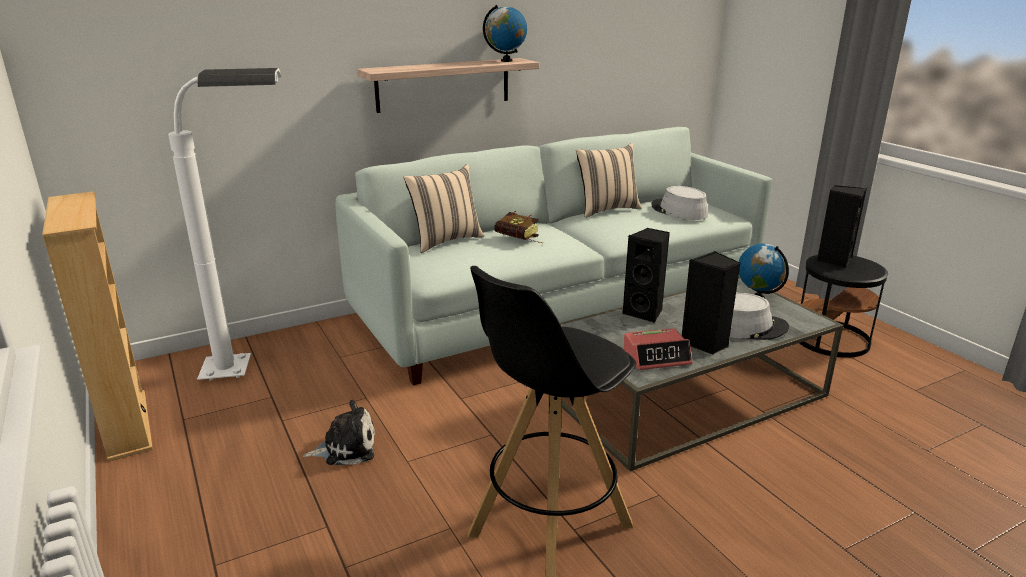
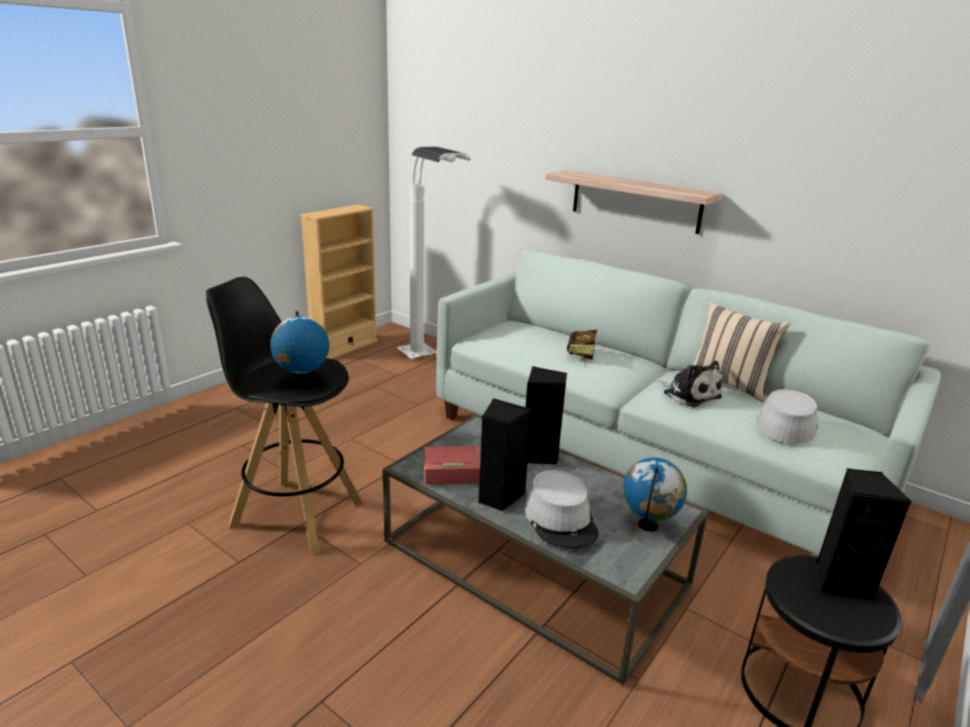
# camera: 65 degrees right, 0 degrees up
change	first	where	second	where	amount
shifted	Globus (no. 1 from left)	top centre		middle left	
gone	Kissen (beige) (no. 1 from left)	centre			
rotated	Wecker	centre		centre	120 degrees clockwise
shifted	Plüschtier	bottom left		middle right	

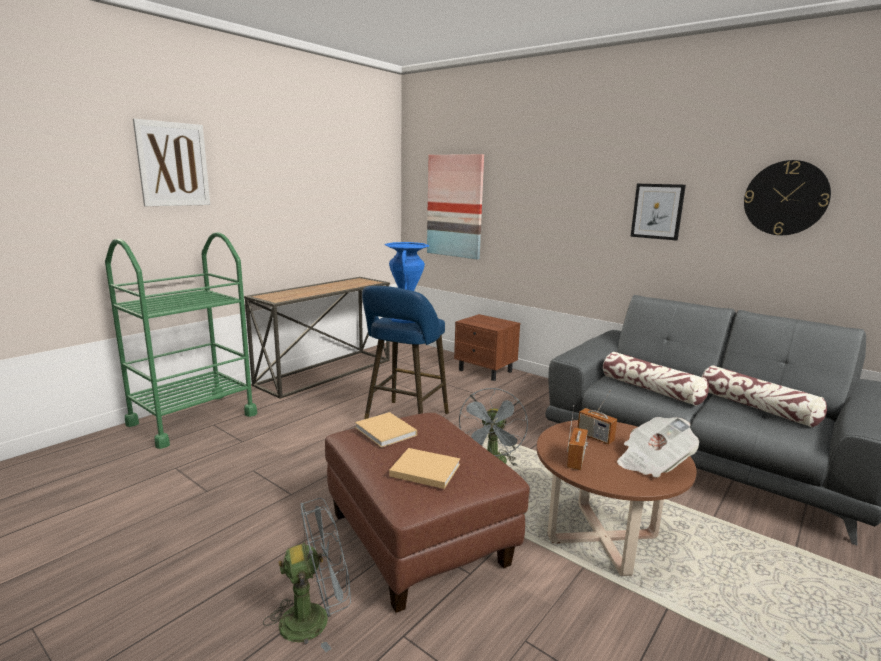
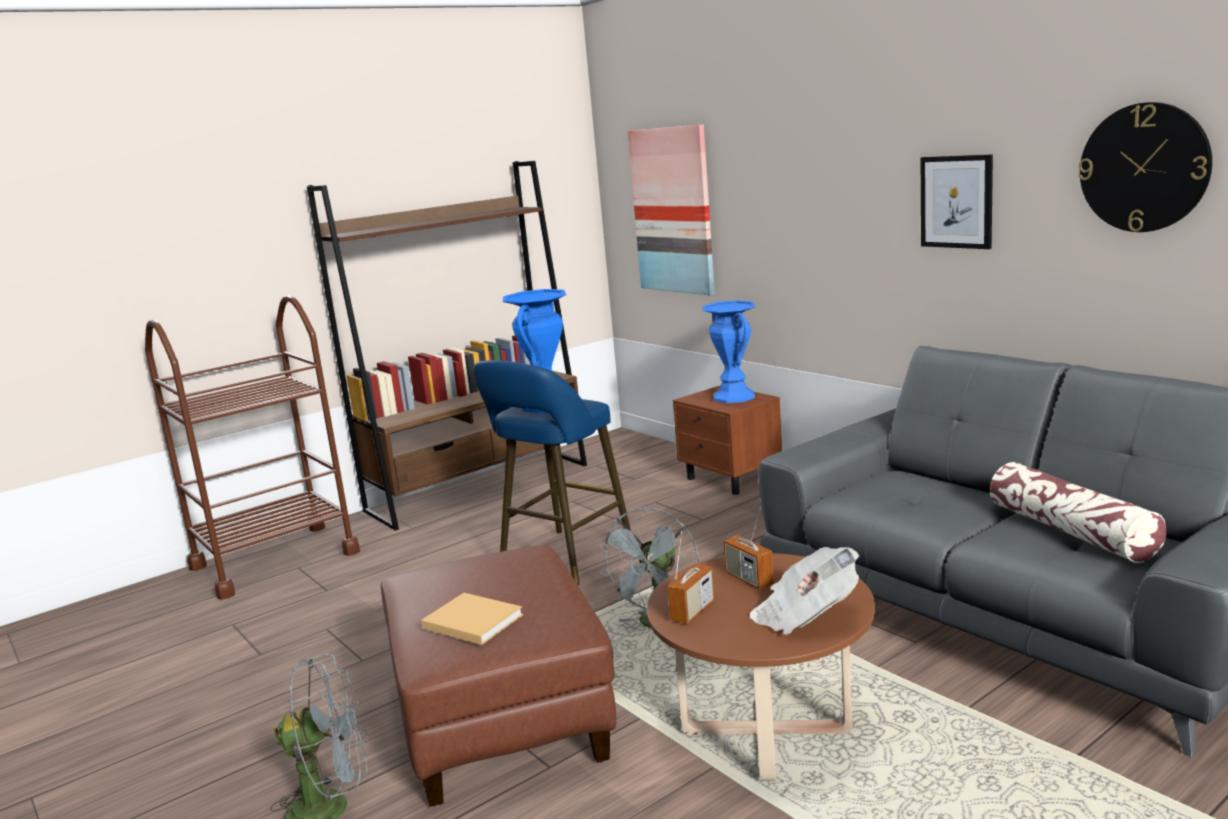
# camera: 15 degrees right, 0 degrees up
change	first	where	second	where	amount
gone	Bild (no. 1 from left)	top left			
repainted	Rollwagen (grün)	middle left	Rollwagen (braun)	middle left	
swapped	Konsolentisch	centre	Bücherregal (braun)	centre	
gone	Kissen (no. 1 from left)	middle right			
gone	Buch (beige) (no. 1 from left)	centre			
new			Vase (blau) (no. 2 from left)	centre	

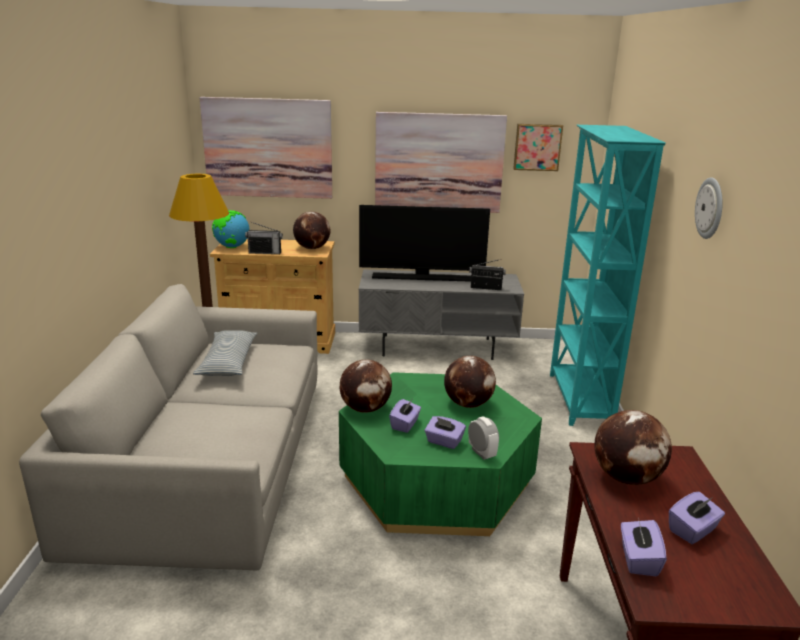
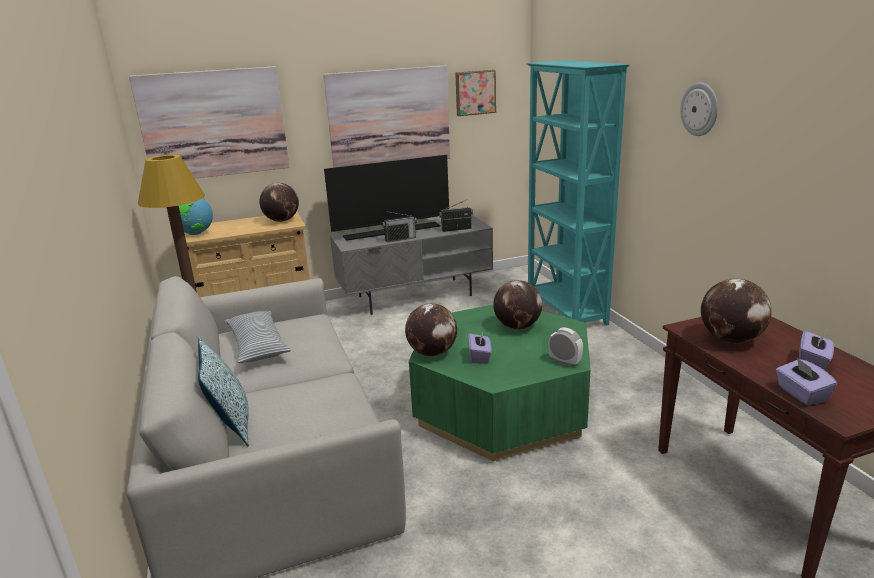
# camera: 20 degrees left, 0 degrees up
change	first	where	second	where	amount
shifted	Radio (no. 1 from left)	middle left		centre	
gone	Taschentuchbox (lila) (no. 2 from left)	bottom centre			
new			Kissen (no. 1 from left)	bottom left	

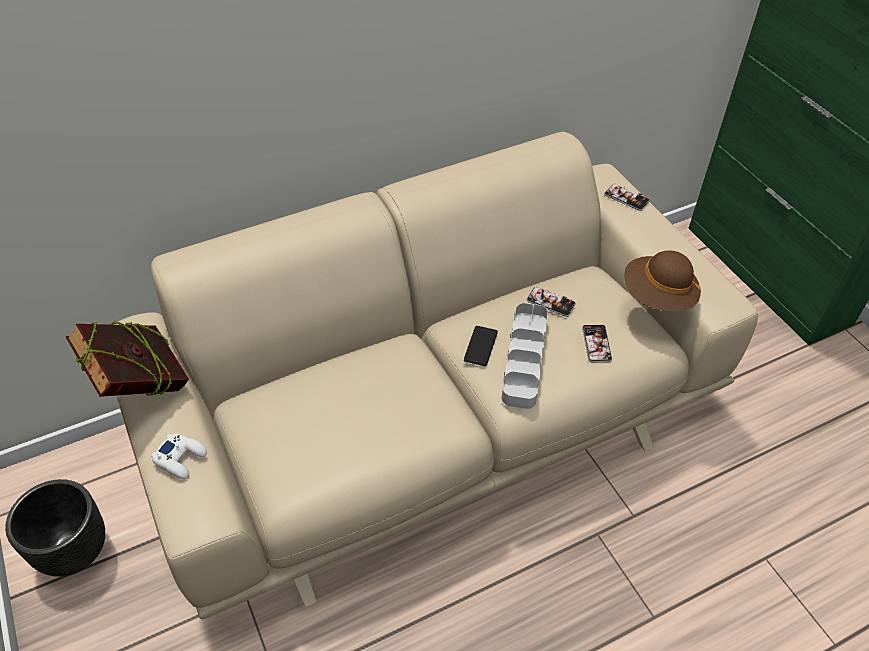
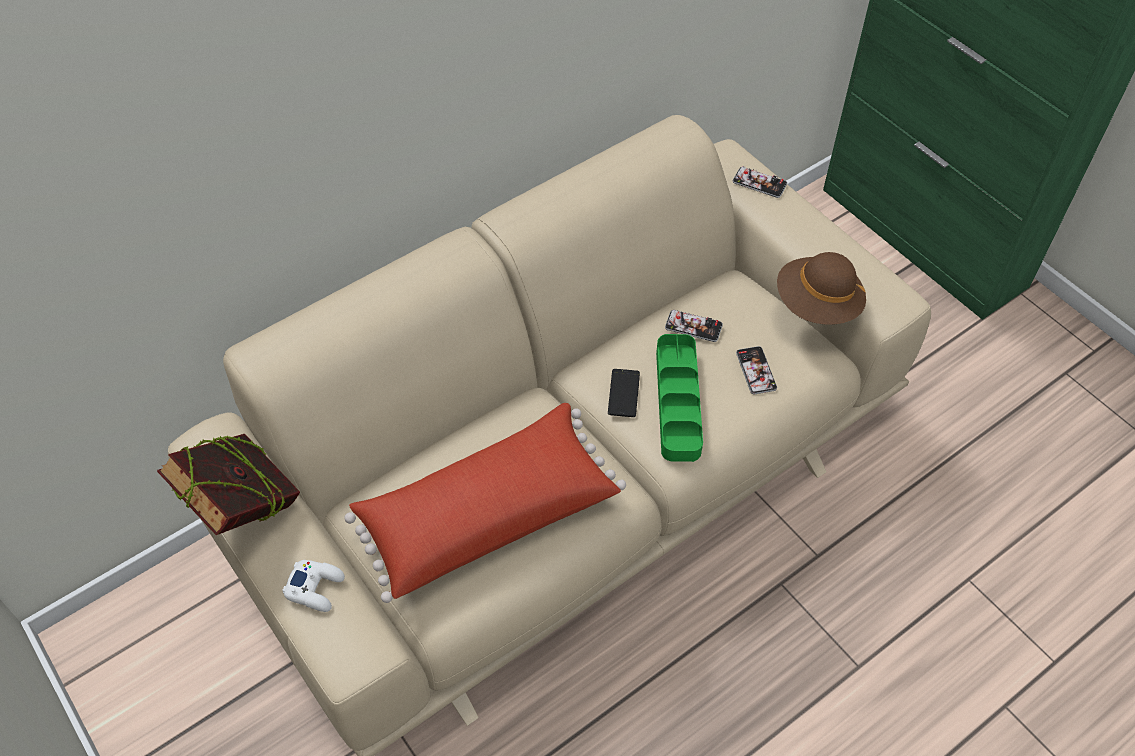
# camera: 10 degrees left, 5 degrees up
change	first	where	second	where	amount
repainted	Tablett (grau)	centre	Tablett (grün)	centre	
gone	Pflanzkübel (schwarz)	bottom left			
new			Kissen (rot)	centre	

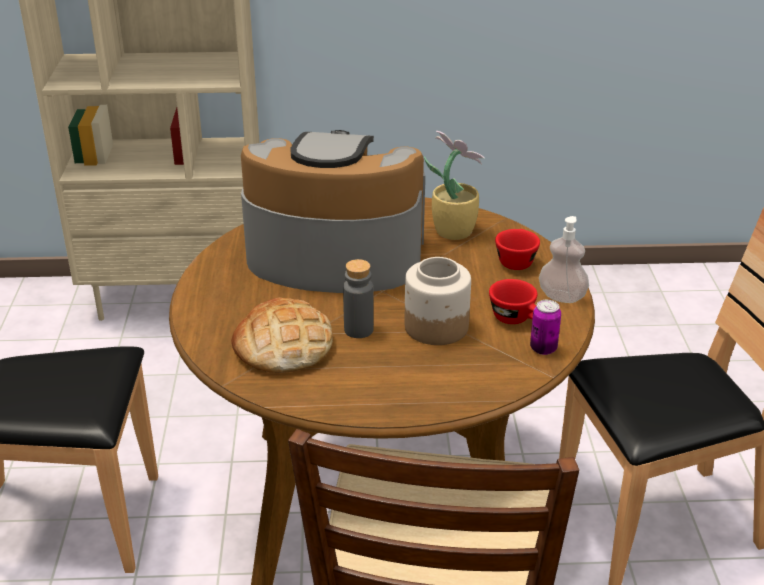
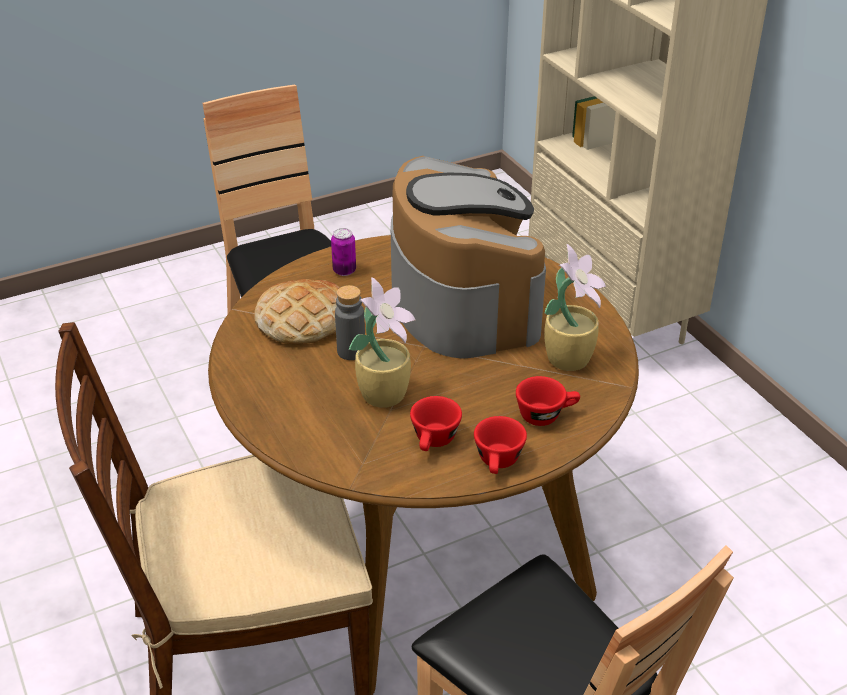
# camera: 65 degrees right, 5 degrees up
change	first	where	second	where	amount
swapped	Seifenspender	middle right	Tasse (rot) (no. 2 from left)	centre	
swapped	Vorratsglas	centre	Topfpflanze (no. 1 from left)	centre	
shifted	Dose	middle right		centre	

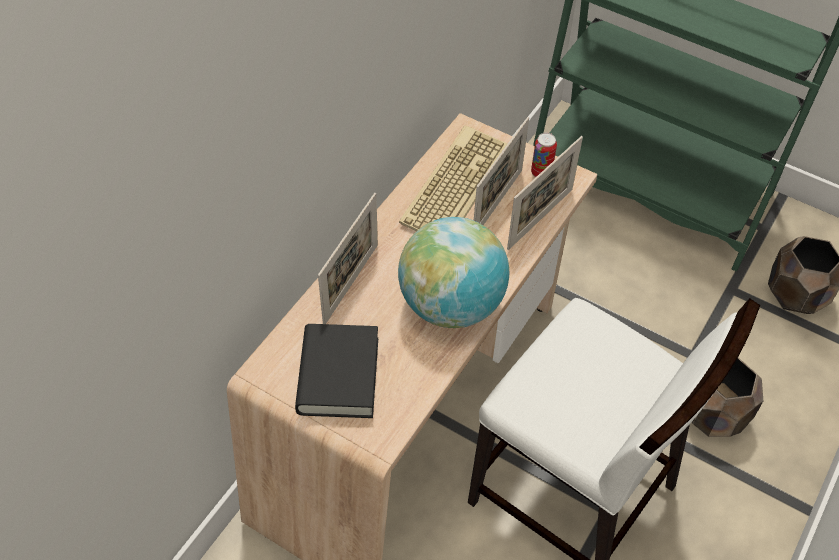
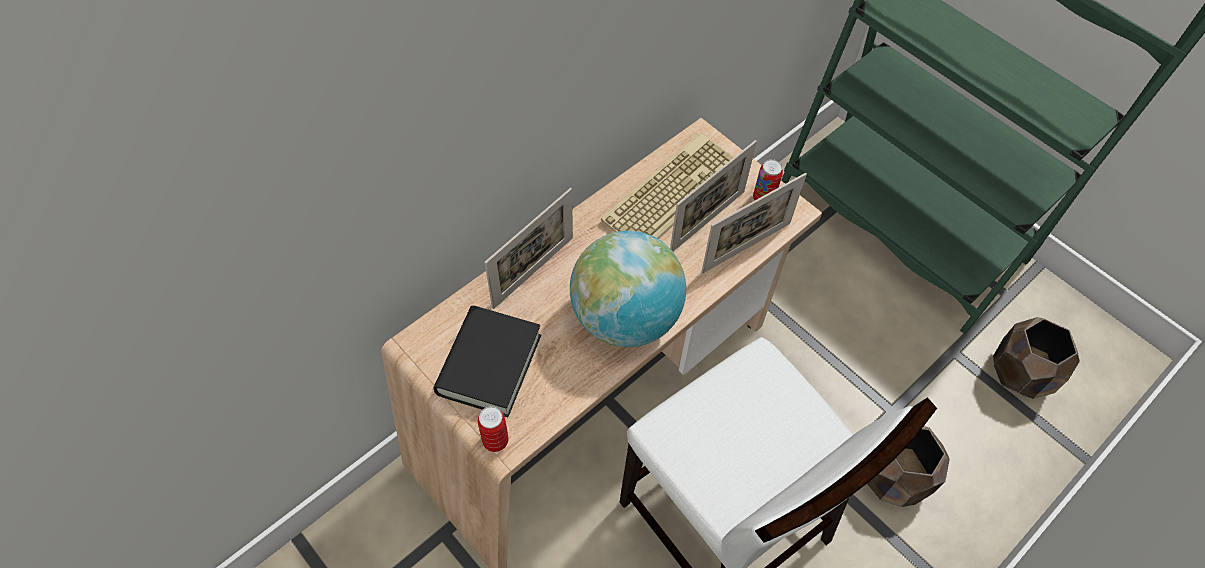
# camera: 15 degrees right, 5 degrees up
change	first	where	second	where	amount
new			Dose (no. 1 from left)	bottom centre	

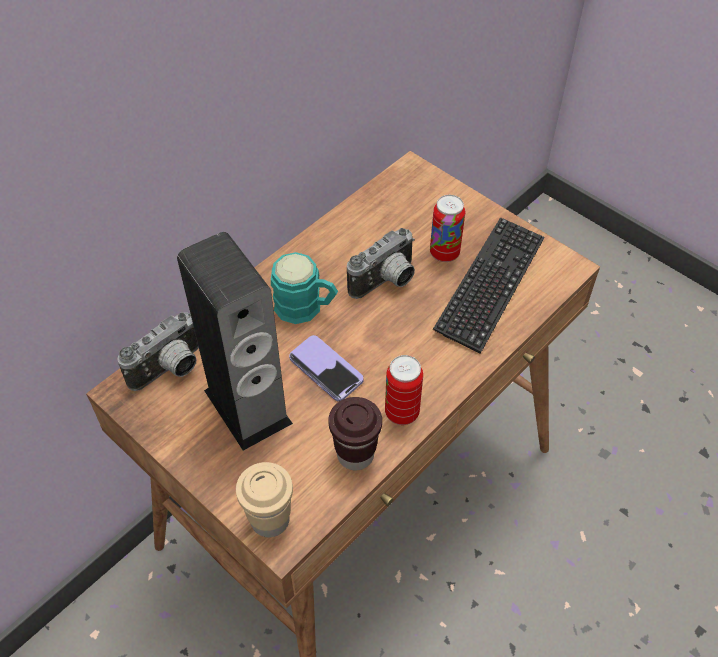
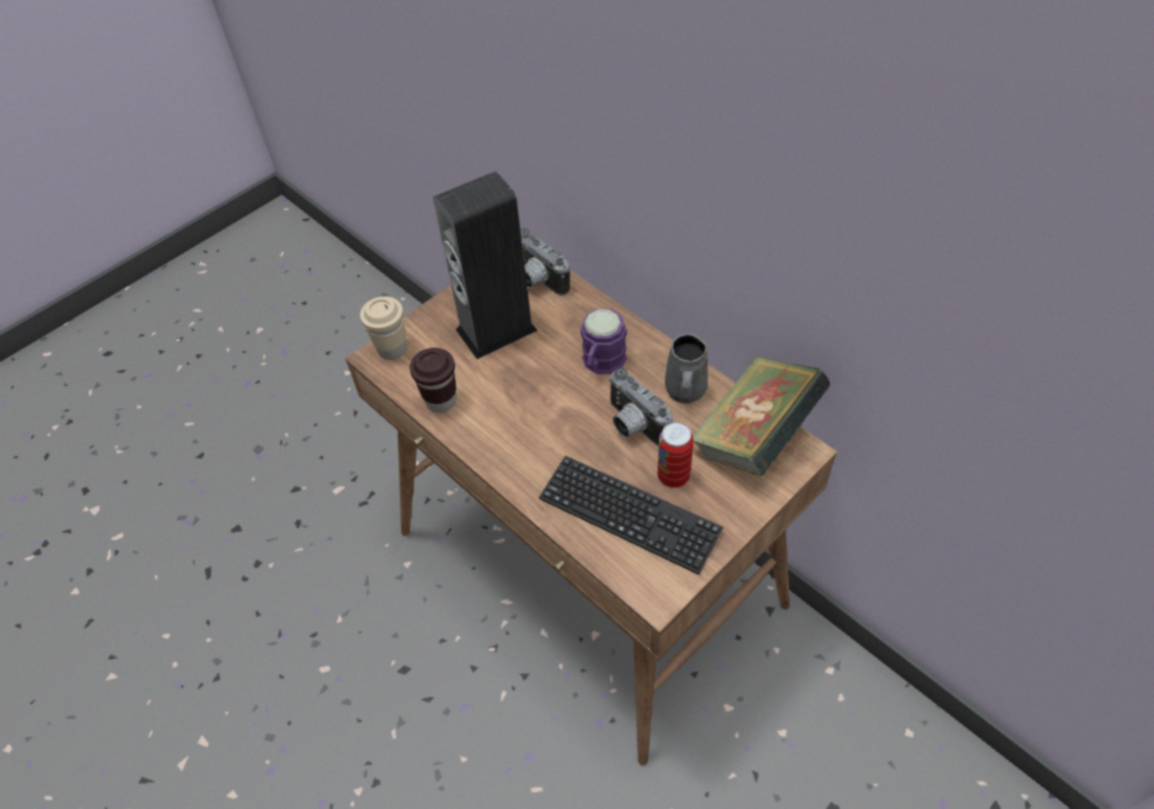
# camera: 95 degrees right, 0 degrees up
change	first	where	second	where	amount
repainted	Henkelbecher (türkis)	centre	Henkelbecher (lila)	centre	
gone	Handy	centre			
gone	Dose (no. 1 from left)	centre			
new			Henkelbecher (grau)	centre	
new			Buch	centre	

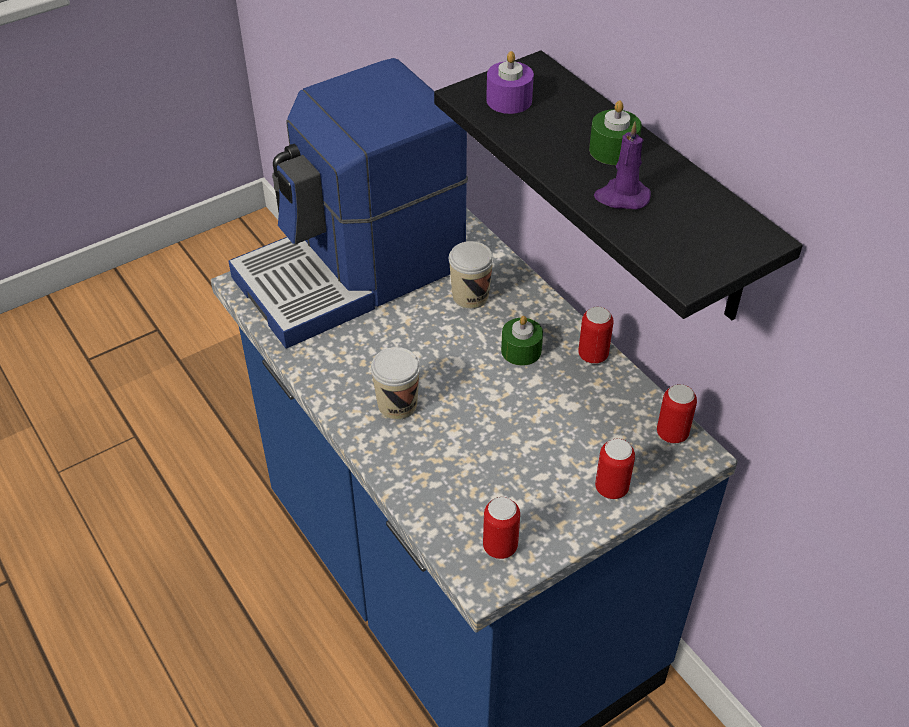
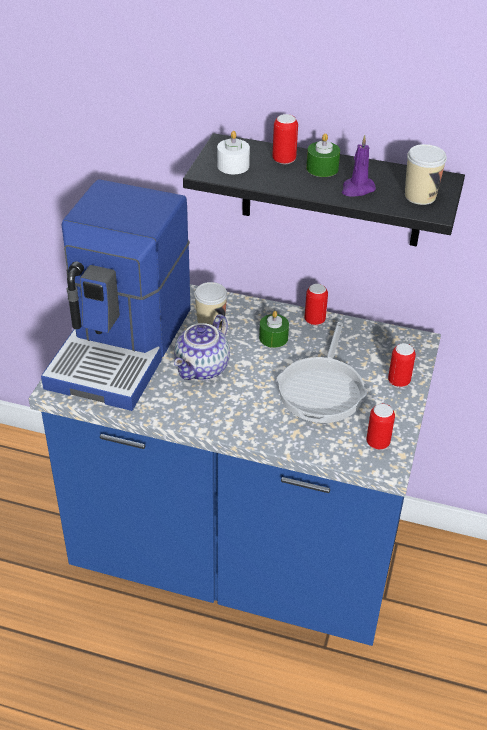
# camera: 40 degrees left, 5 degrees down
change	first	where	second	where	amount
repainted	Kerze (lila) (no. 1 from left)	top centre	Kerze (weiß)	top centre	
shifted	Tasse (no. 1 from left in the first image)	centre	Tasse (no. 2 from left)	top right	
shifted	Dose (no. 4 from left in the first image)	middle right	Dose (no. 1 from left)	top centre	
new			Teekanne	centre	
new			Pfanne	centre	

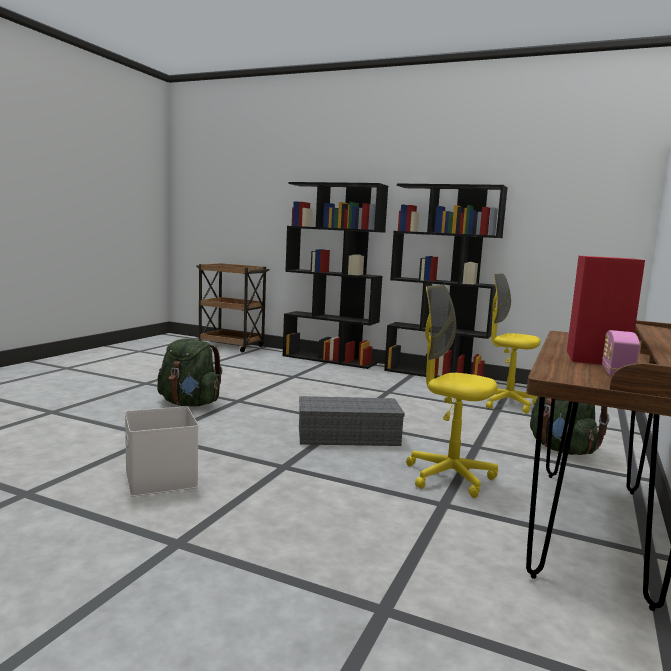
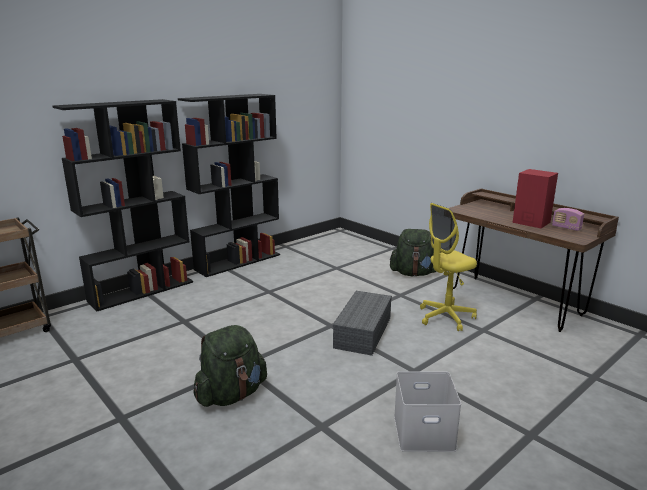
# camera: 65 degrees left, 10 degrees up
change	first	where	second	where	amount
gone	Bürostuhl (gelb) (no. 2 from left)	middle right			

